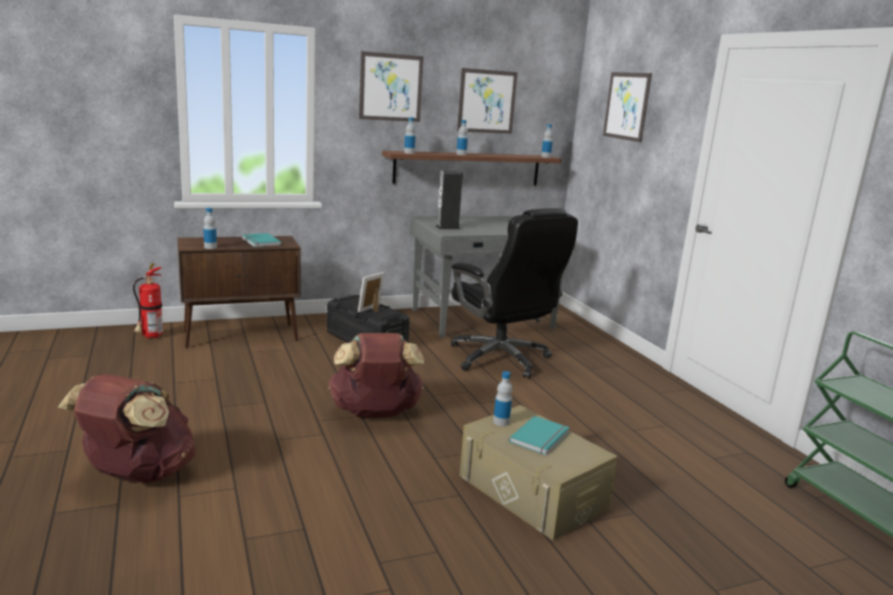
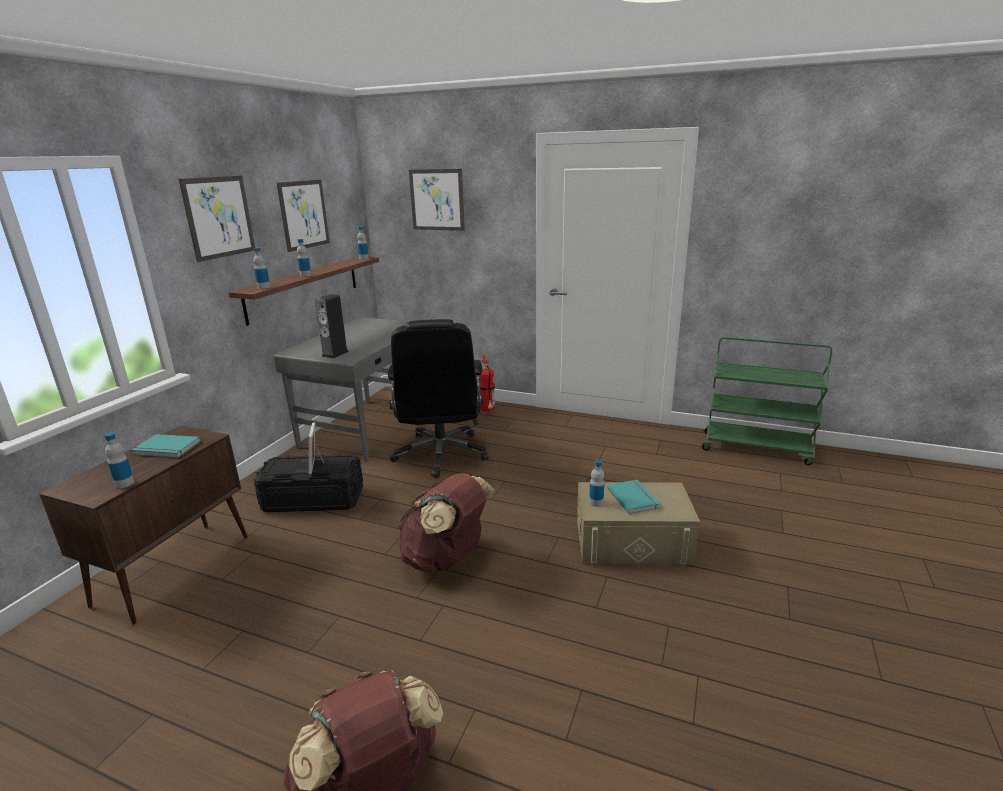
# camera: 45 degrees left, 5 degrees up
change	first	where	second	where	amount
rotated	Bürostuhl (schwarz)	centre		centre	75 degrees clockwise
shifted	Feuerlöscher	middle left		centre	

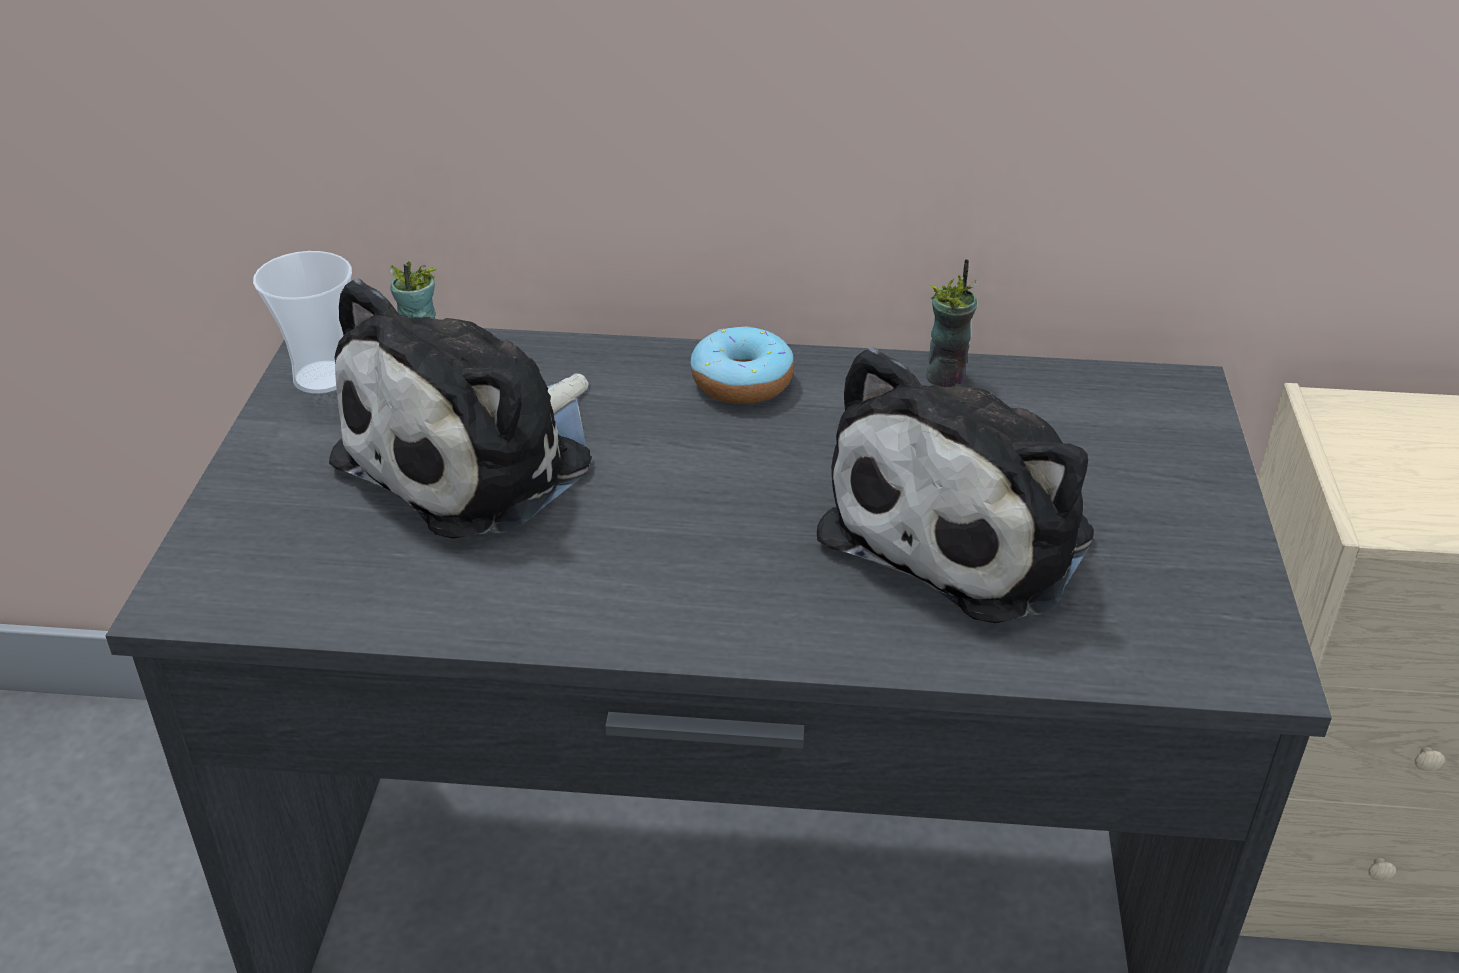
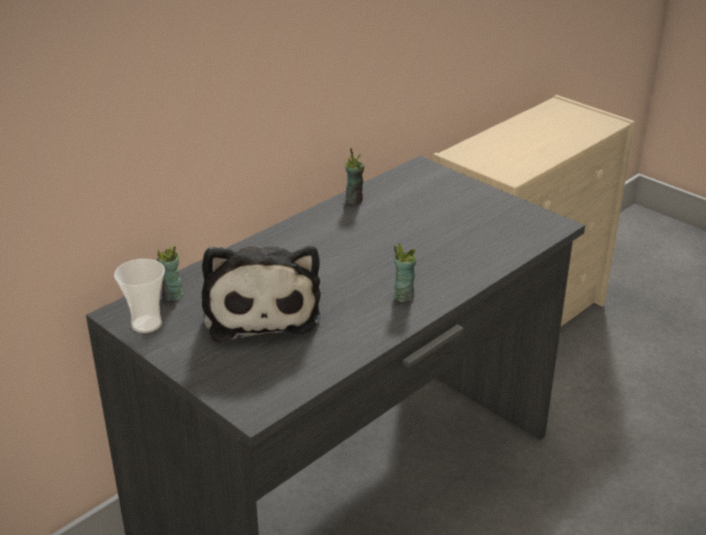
# camera: 50 degrees left, 5 degrees down
change	first	where	second	where	amount
gone	Donut	centre			
gone	Plüschtier (no. 2 from left)	centre			
new			Tasse (no. 4 from left)	centre	

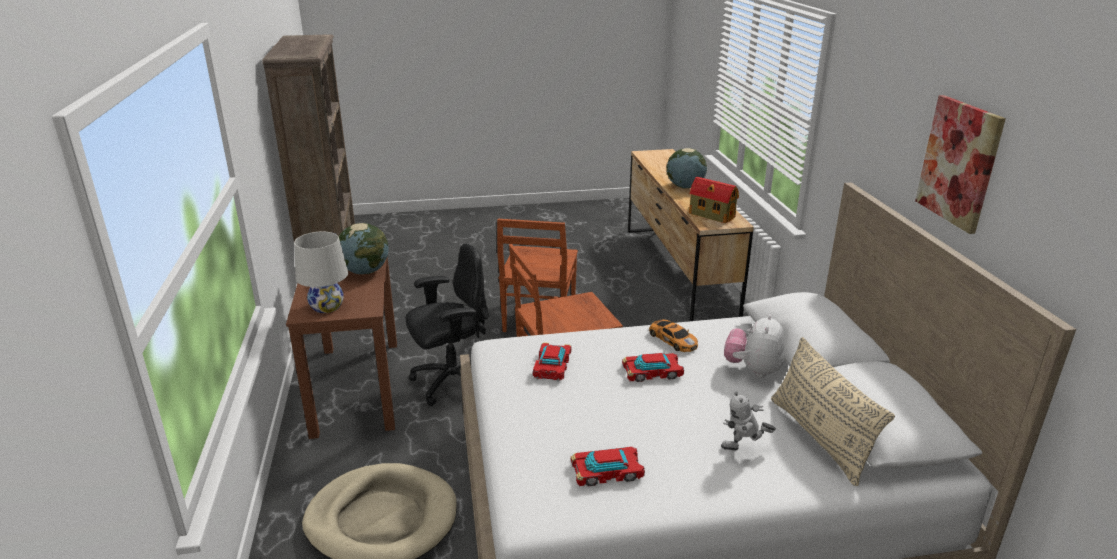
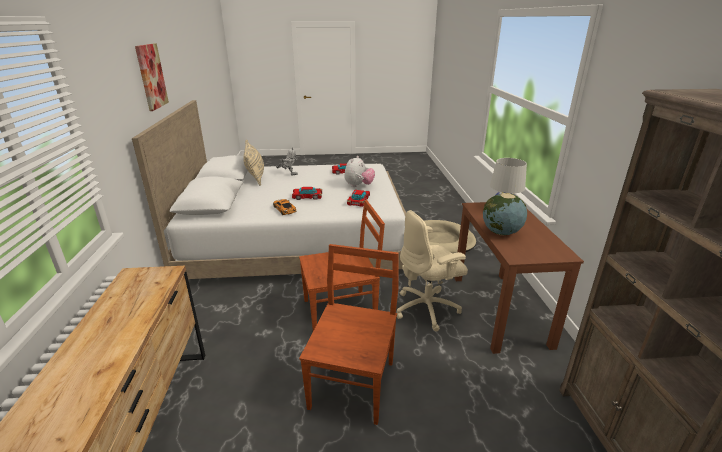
# camera: 175 degrees left, 0 degrees up
change	first	where	second	where	amount
gone	Globus (no. 2 from left)	top centre			
gone	Spielzeughaus	centre			
repainted	Bürostuhl (schwarz)	centre	Bürostuhl (beige)	centre	
shifted	Plüschtier	middle right		centre	

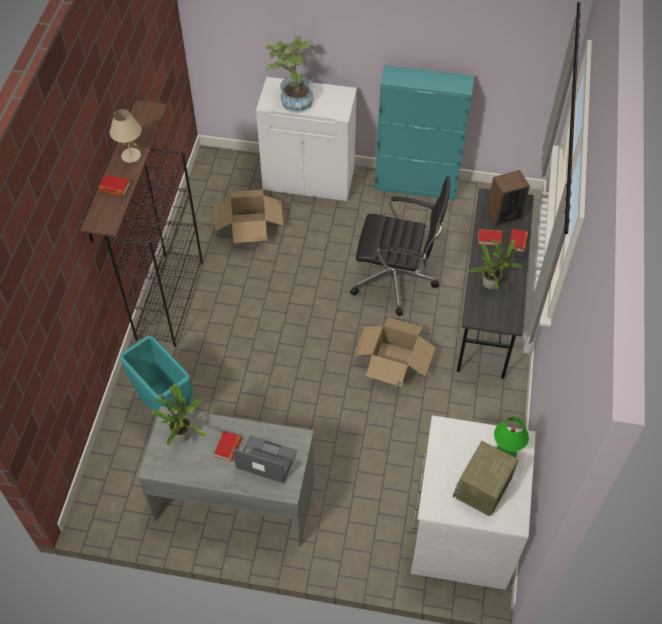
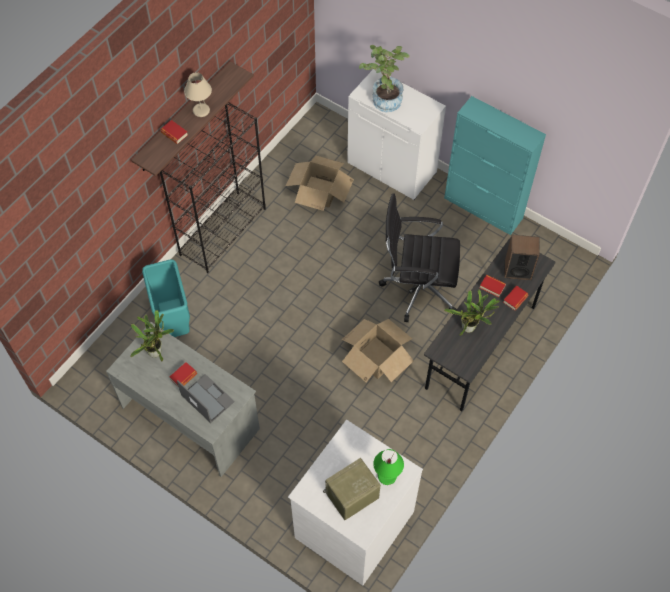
# camera: 25 degrees right, 5 degrees up
change	first	where	second	where	amount
rotated	Bürostuhl (schwarz)	centre		centre	150 degrees clockwise

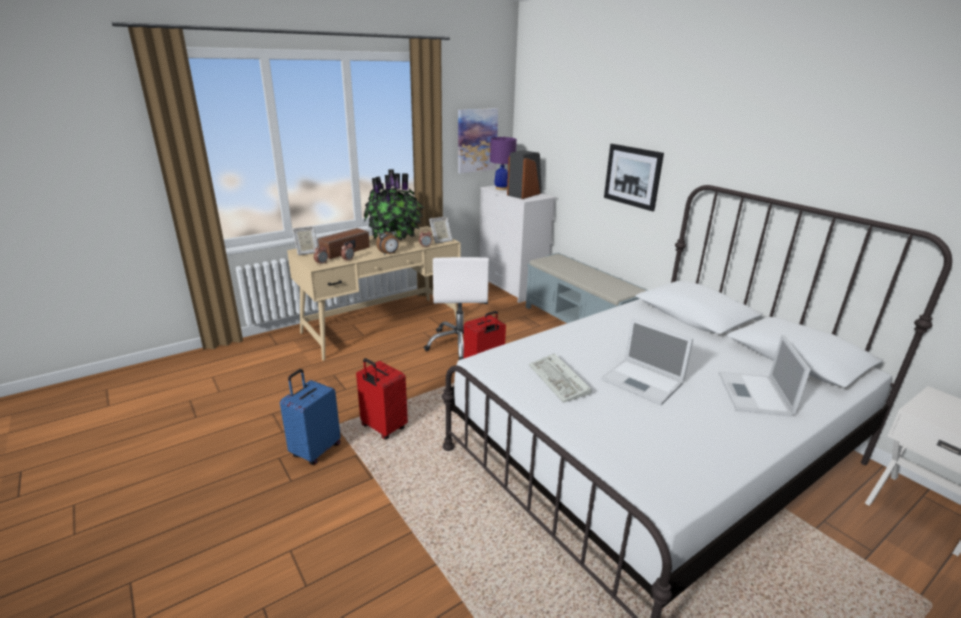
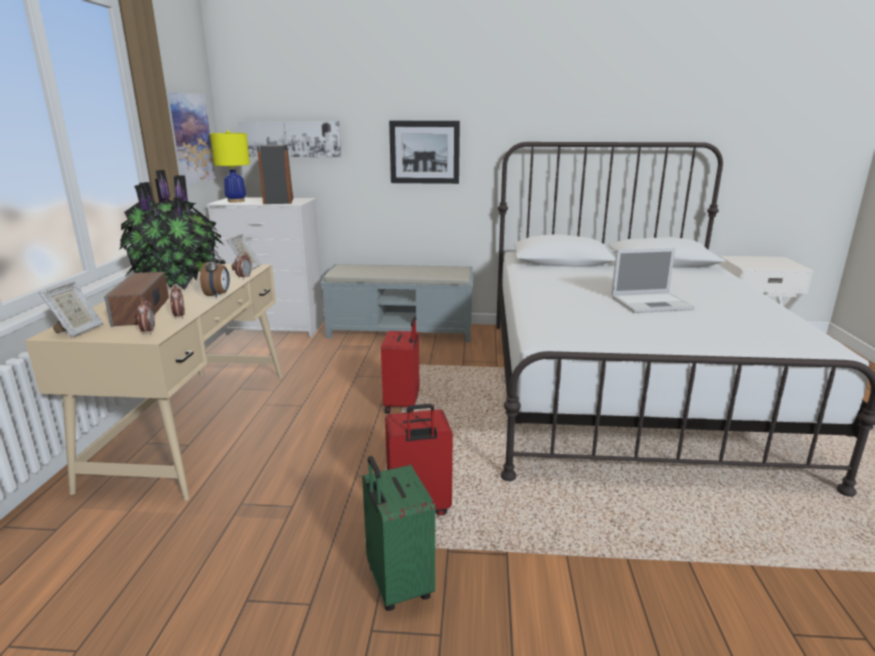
# camera: 50 degrees left, 5 degrees down
change	first	where	second	where	amount
repainted	Tischlampe (lila)	top centre	Tischlampe (gelb)	top left	
gone	Bürostuhl (weiß)	centre			
gone	Laptop (no. 2 from left)	middle right			
gone	Tastatur	centre			
repainted	Koffer (blau)	bottom left	Koffer (grün)	bottom centre	
new			Bild (no. 2 from left)	top left	

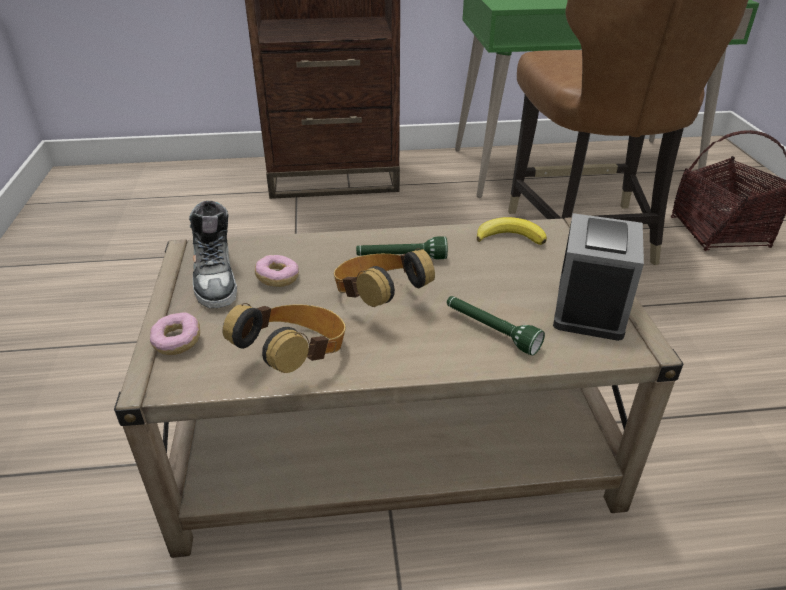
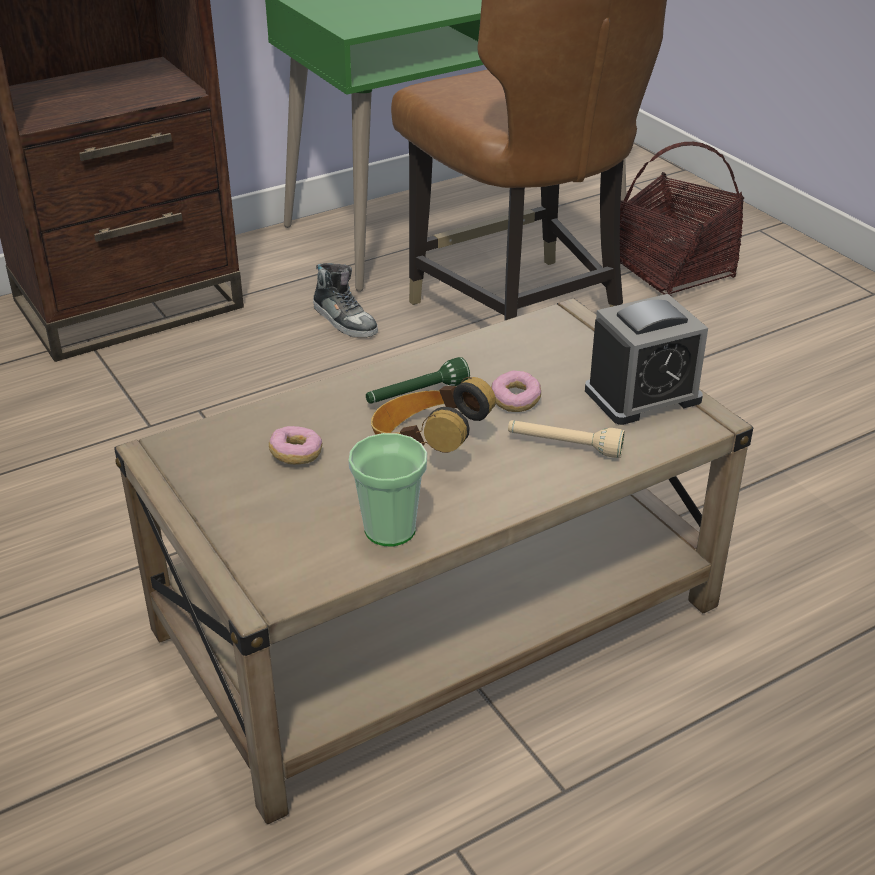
# camera: 25 degrees left, 0 degrees up
change	first	where	second	where	amount
shifted	Schuh	middle left		centre	
rotated	Wecker	middle right		middle right	75 degrees clockwise
gone	Banane	centre			
repainted	Taschenlampe (grün) (no. 2 from left)	centre	Taschenlampe (beige)	centre	
swapped	Kopfhörer (no. 1 from left)	centre	Tasse	centre	
shifted	Donut (no. 1 from left in the first image)	middle left	Donut (no. 2 from left)	centre	

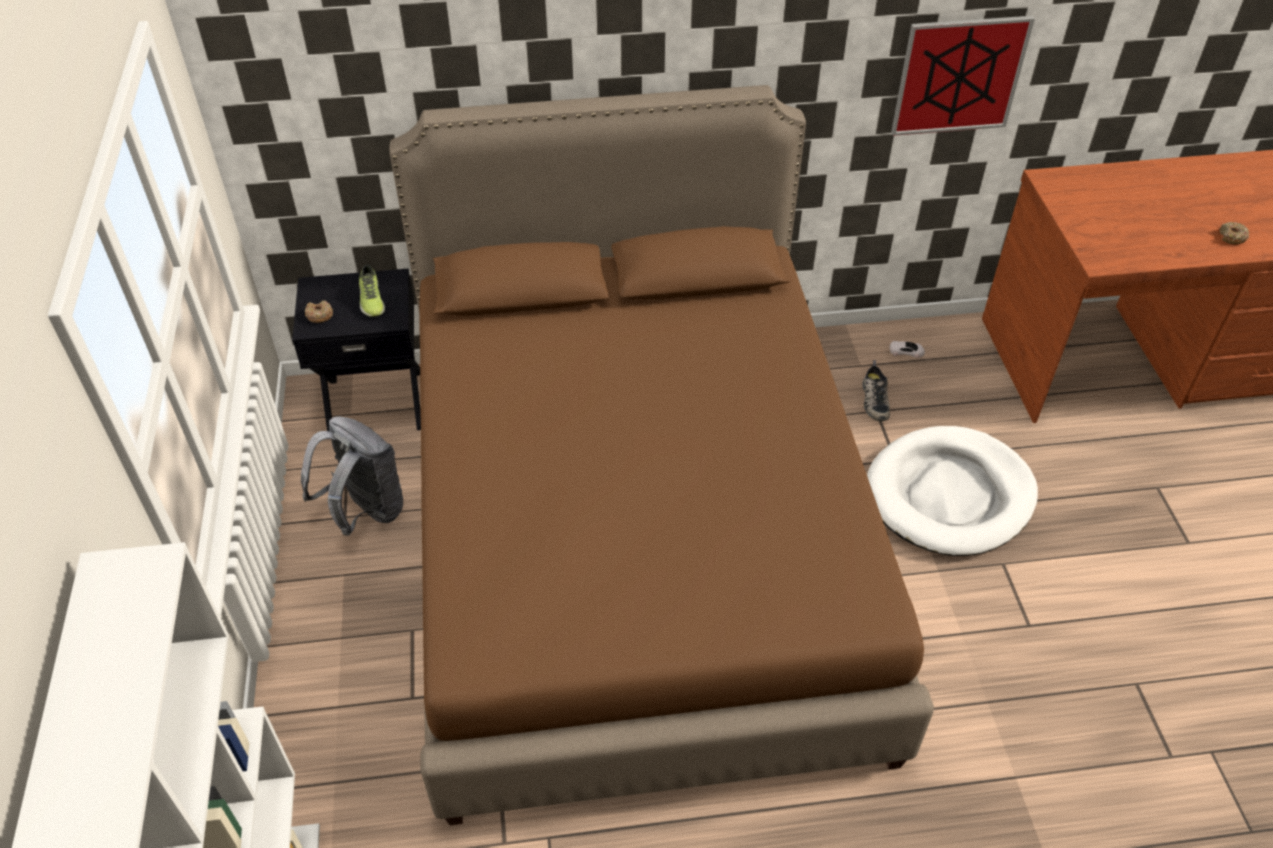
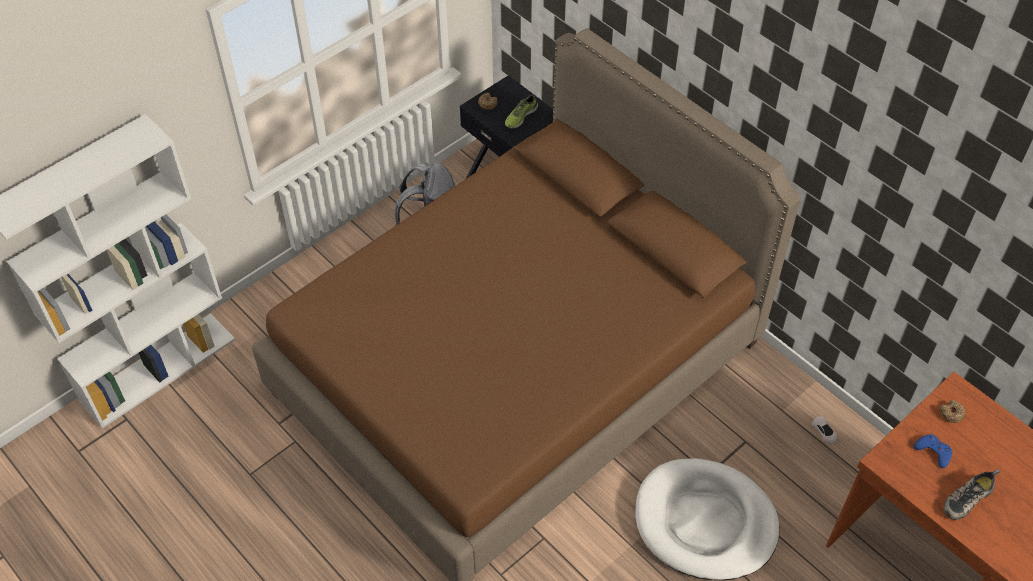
# camera: 55 degrees right, 5 degrees up
change	first	where	second	where	amount
gone	Bild	top right			
shifted	Donut (no. 2 from left)	top right		bottom right	
shifted	Schuh (no. 2 from left)	middle right		bottom right	
new			Gamepad (blau)	bottom right	

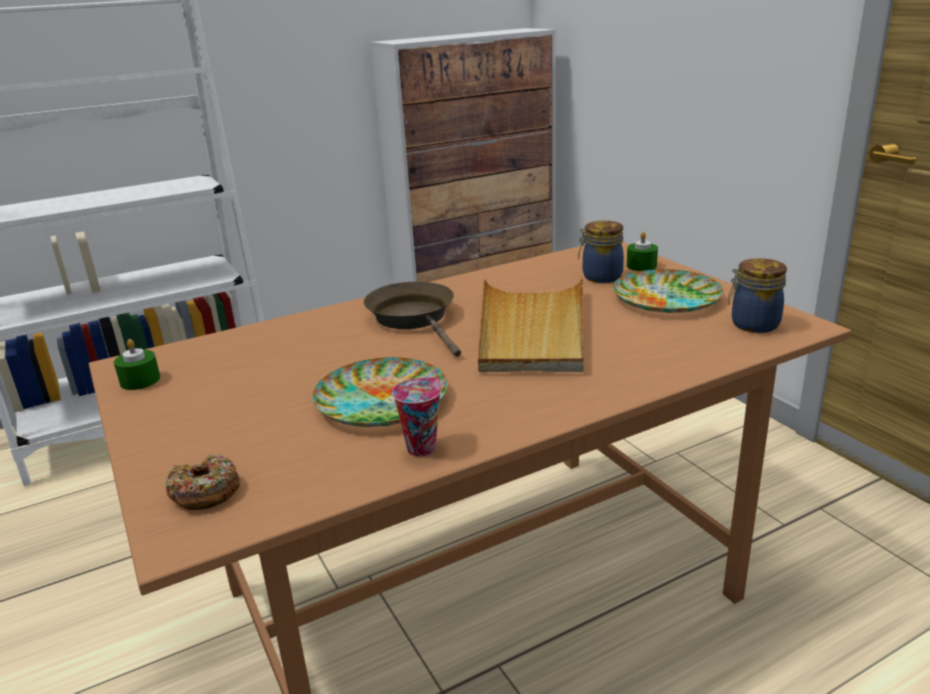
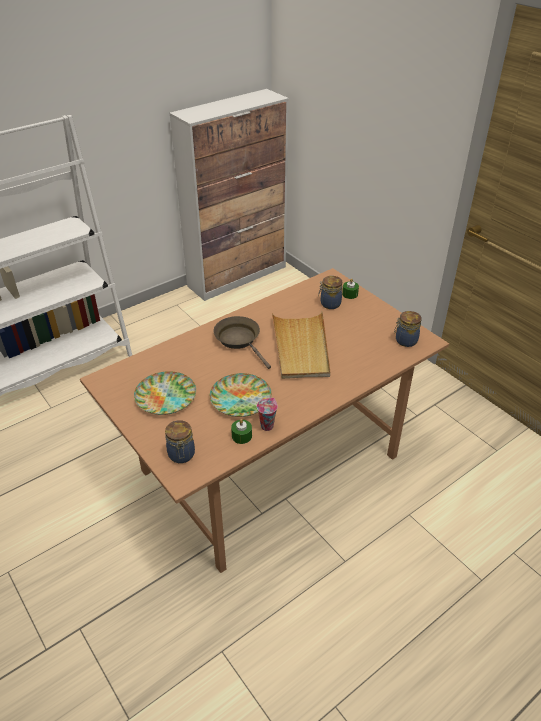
# camera: 10 degrees left, 15 degrees up
change	first	where	second	where	amount
shifted	Teller (no. 2 from left in the first image)	middle right	Teller (no. 1 from left)	middle left	
shifted	Kerze (grün) (no. 1 from left)	middle left		centre	
swapped	Donut	bottom left	Vorratsglas (no. 1 from left)	middle left	

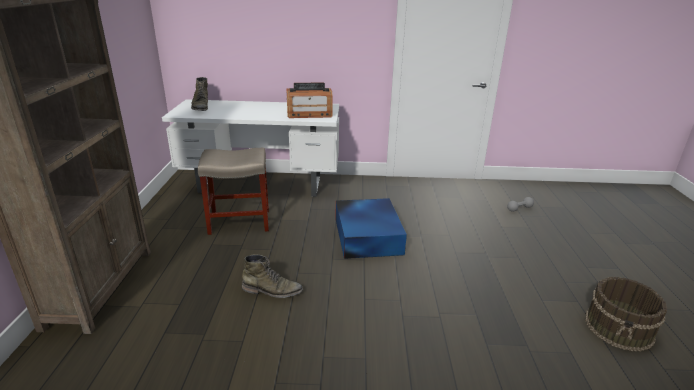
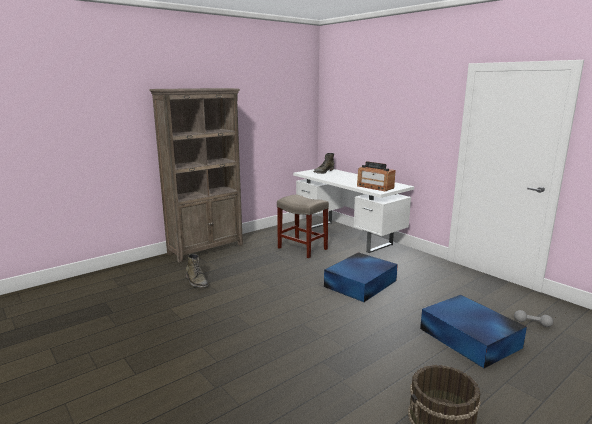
# camera: 50 degrees right, 10 degrees down
change	first	where	second	where	amount
shifted	Stiefel (grün) (no. 2 from left in the first image)	bottom centre	Stiefel (grün) (no. 1 from left)	middle left	
new			Aufbewahrungsbox (blau) (no. 2 from left)	bottom right	

